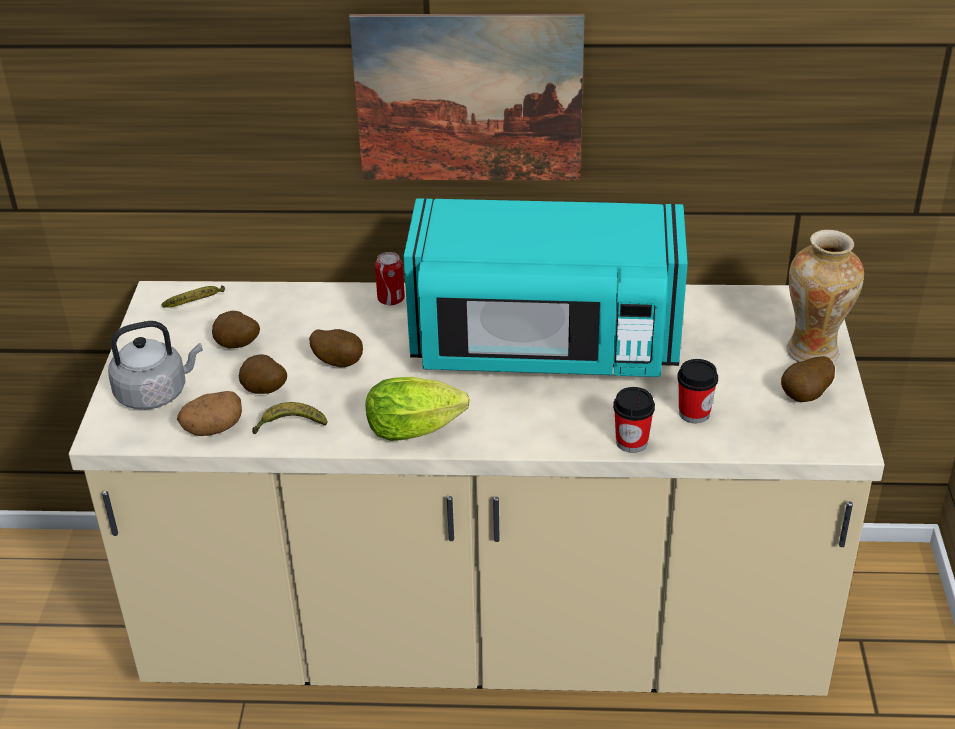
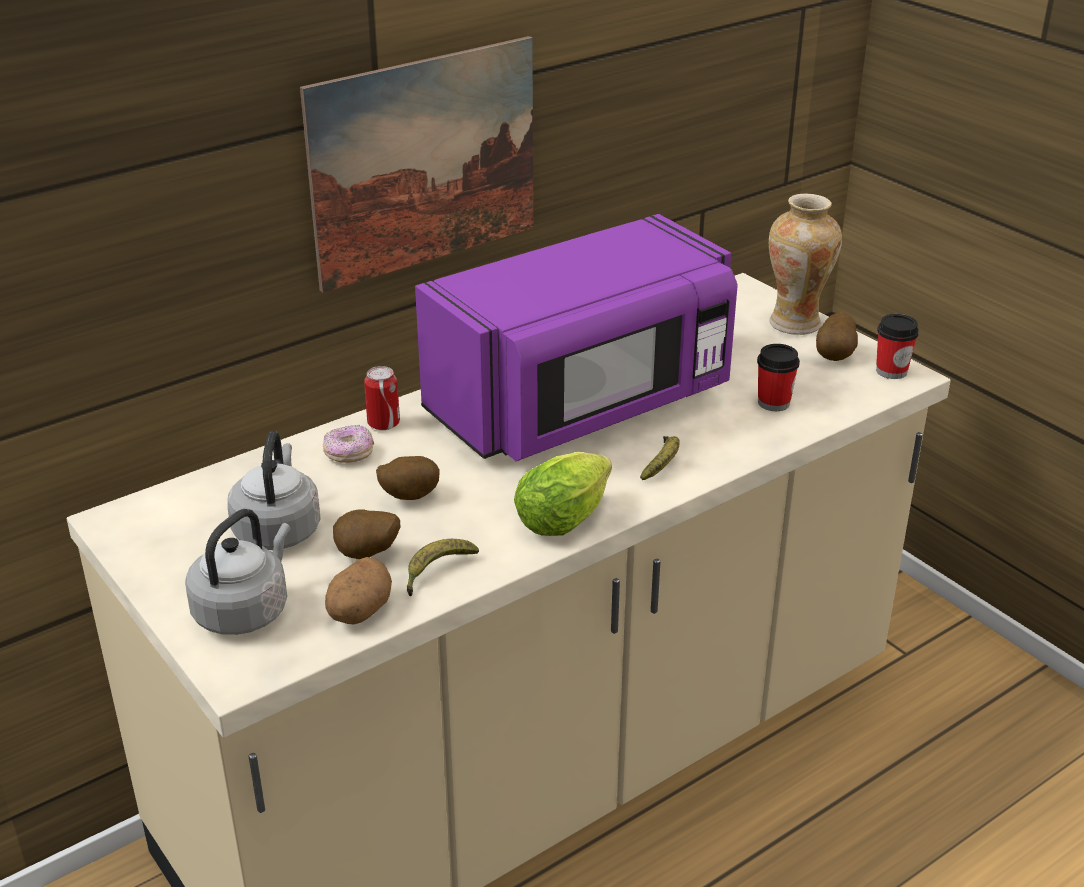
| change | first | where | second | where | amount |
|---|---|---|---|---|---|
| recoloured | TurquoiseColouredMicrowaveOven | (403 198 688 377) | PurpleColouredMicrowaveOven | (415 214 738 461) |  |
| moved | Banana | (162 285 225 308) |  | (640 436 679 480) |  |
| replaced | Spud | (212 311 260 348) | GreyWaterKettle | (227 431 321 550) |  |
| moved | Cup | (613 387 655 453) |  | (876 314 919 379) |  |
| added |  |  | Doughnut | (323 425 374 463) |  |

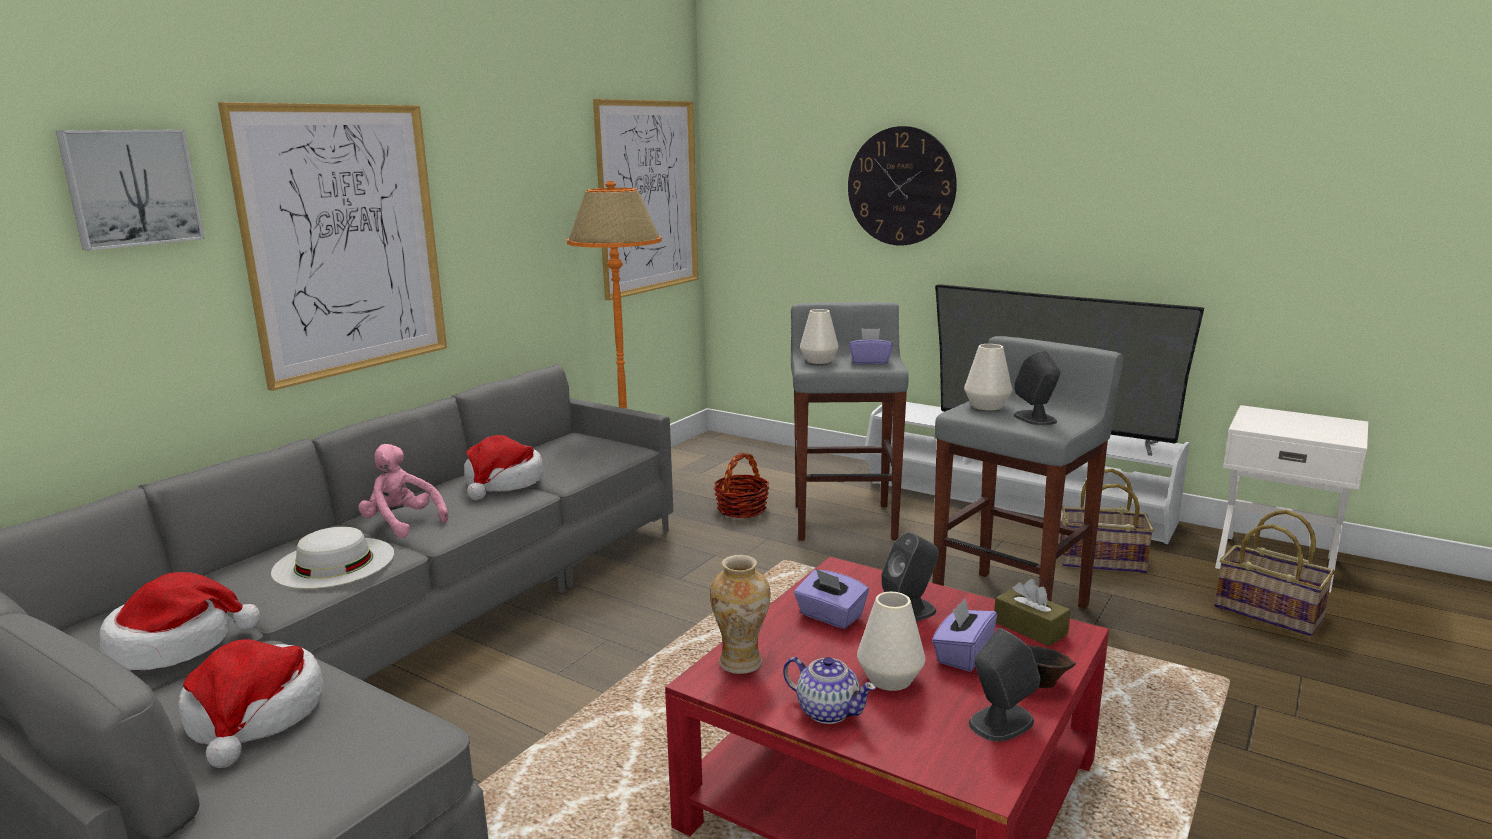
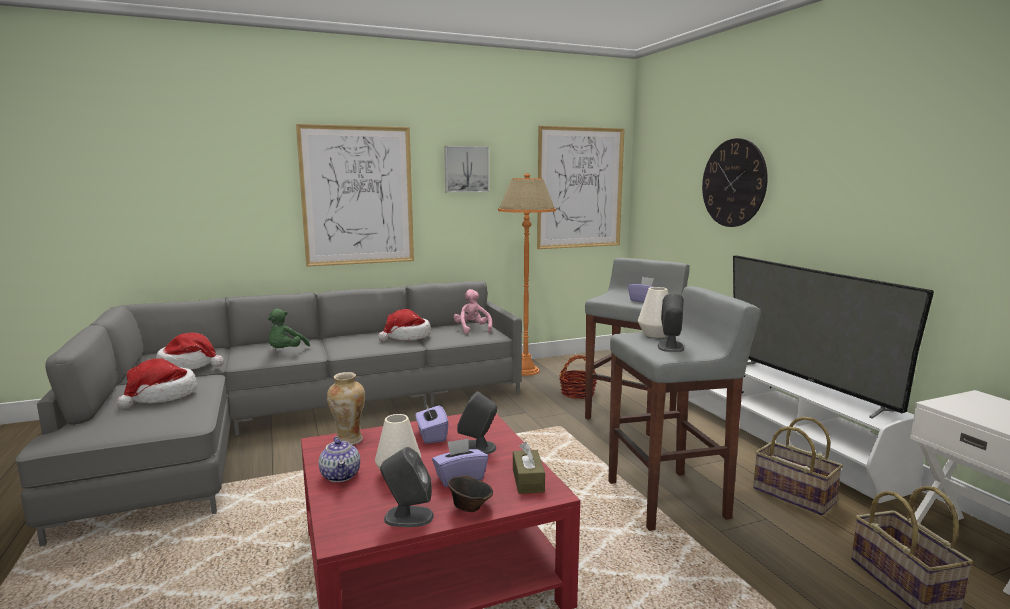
| change | first | where | second | where | amount |
|---|---|---|---|---|---|
| moved | Picture | (56 129 205 251) |  | (444 146 489 192) |  |
| removed | WhitishFlowerVase | (800 309 839 364) |  |  |  |
| moved | PinkishCuddlyToy | (358 444 449 538) |  | (453 289 492 334) |  |
| replaced | WhitishHat | (271 527 394 589) | GreenishCuddlyToy | (268 309 310 348) |  |

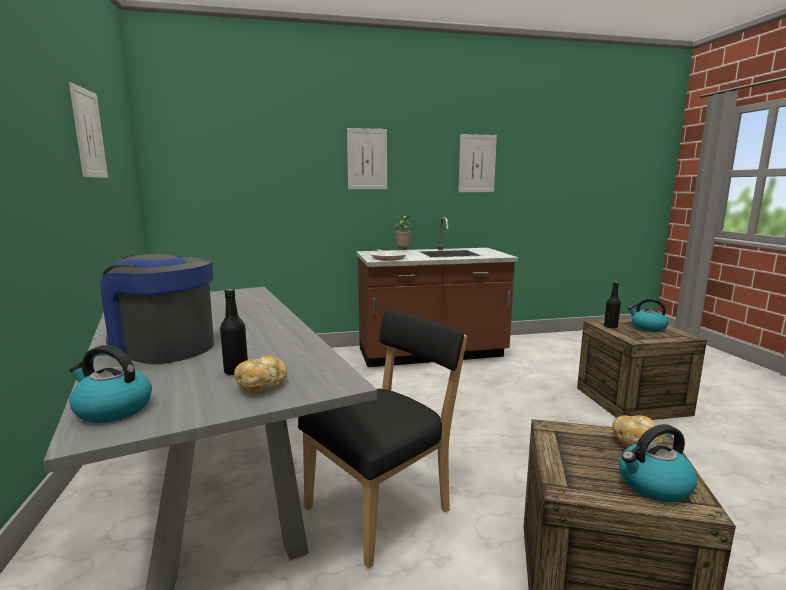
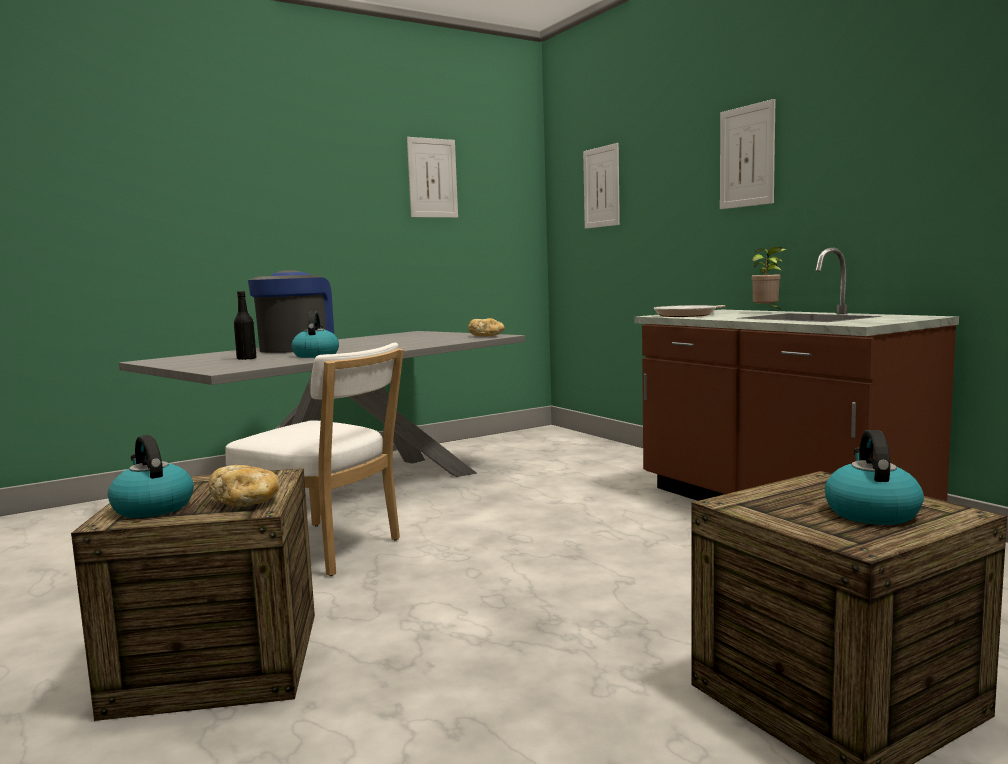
| change | first | where | second | where | amount |
|---|---|---|---|---|---|
| moved | Picture | (458 134 497 192) |  | (583 143 620 229) |  |
| removed | BlackColouredBottle | (604 282 621 328) |  |  |  |
| recoloured | BlackColouredUprightChair | (298 310 467 568) | WhitishUprightChair | (226 343 404 576) |  |
| moved | WaterKettle | (69 345 152 423) |  | (292 311 339 358) |  |
| moved | BakeryBread | (234 355 287 392) |  | (468 318 505 336) |  |

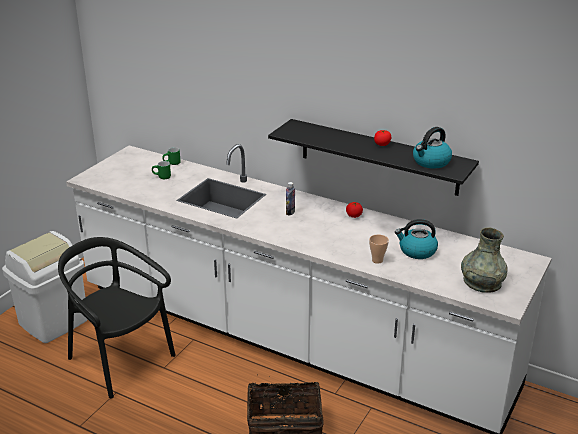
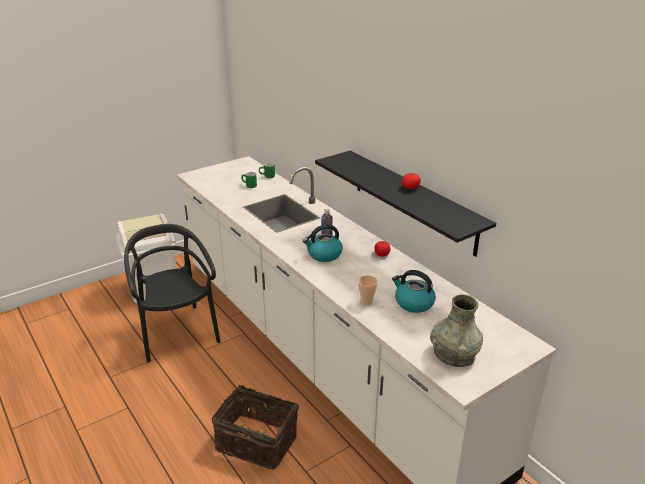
| change | first | where | second | where | amount |
|---|---|---|---|---|---|
| moved | WaterKettle | (413 127 452 169) |  | (302 224 343 262) |  |

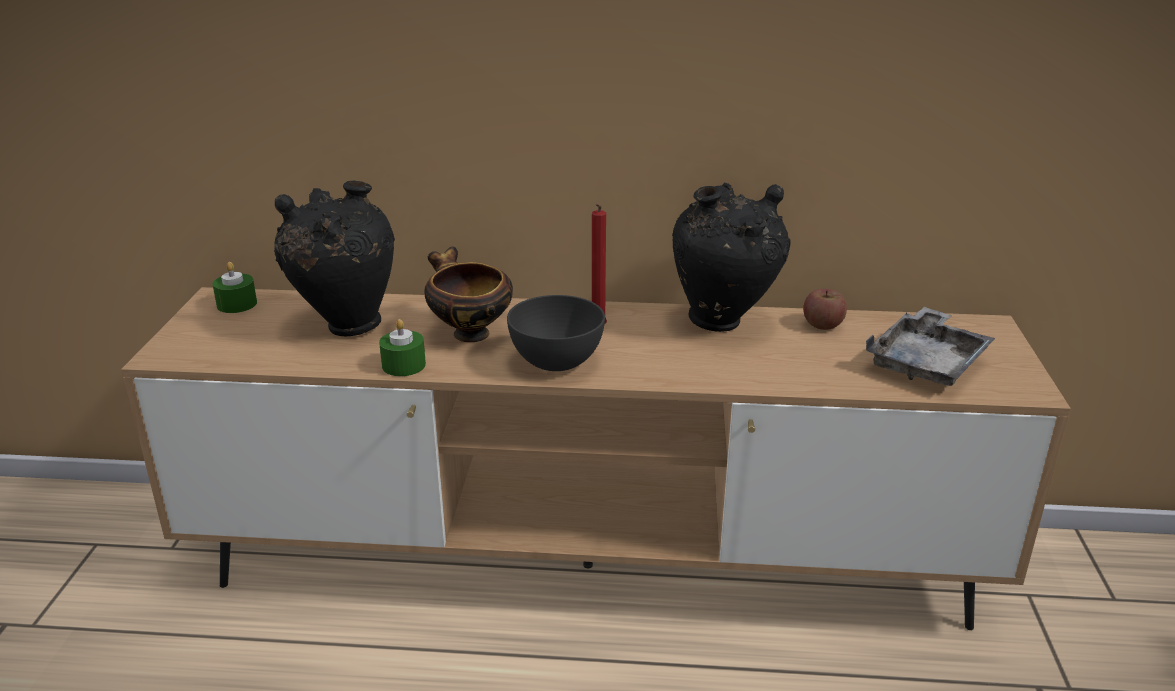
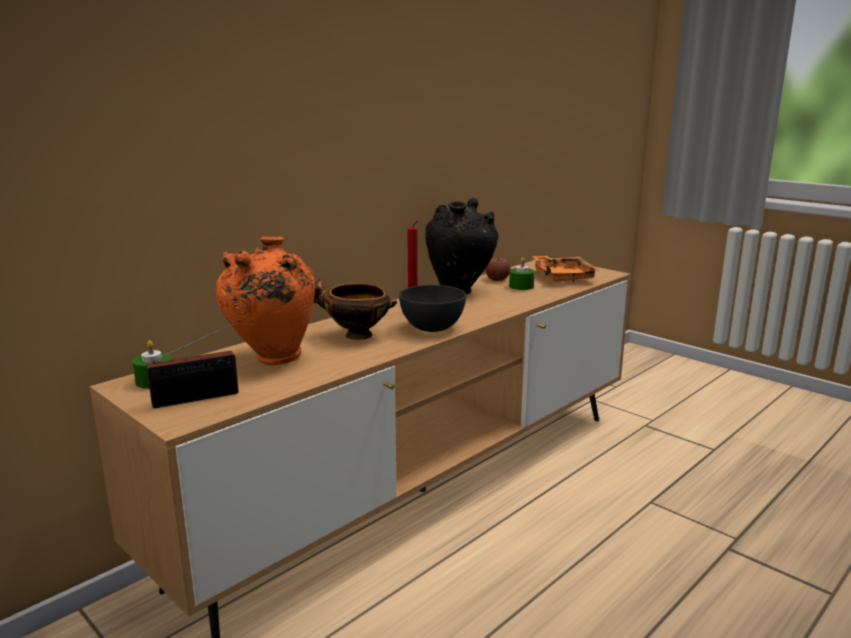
| change | first | where | second | where | amount |
|---|---|---|---|---|---|
| recoloured | BlackColouredFlowerVase | (274 181 395 336) | OrangeFlowerVase | (215 237 315 365) |  |
| recoloured | GreyTray | (866 307 995 386) | OrangeTray | (532 256 600 283) |  |
| moved | GreenishWaxCandle | (379 319 426 376) |  | (509 258 535 290) |  |
| added |  |  | RadioReceiver | (146 320 241 408) |  |

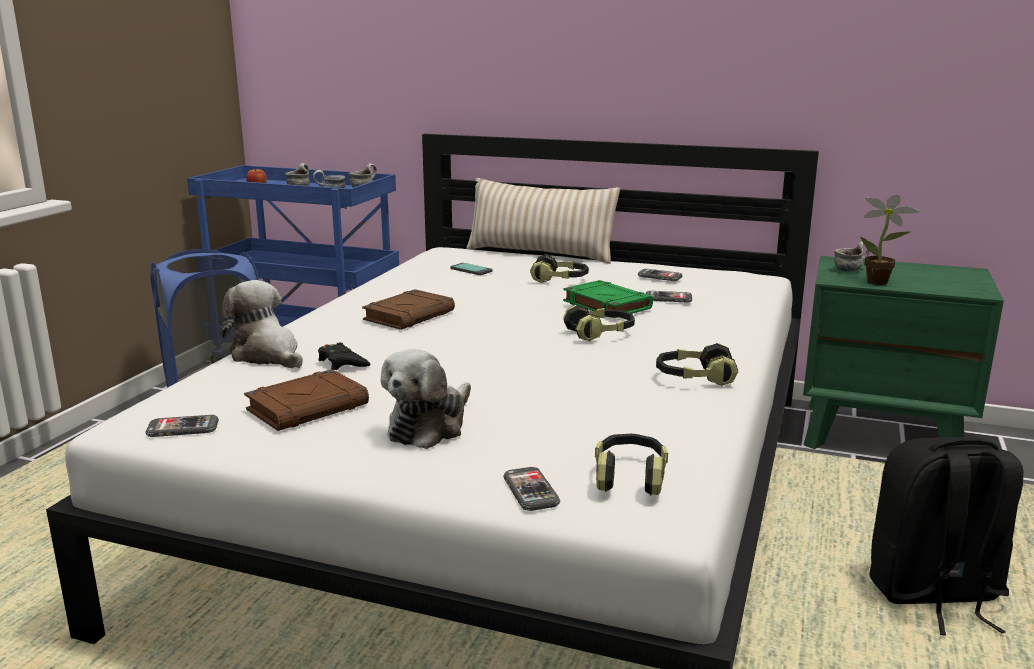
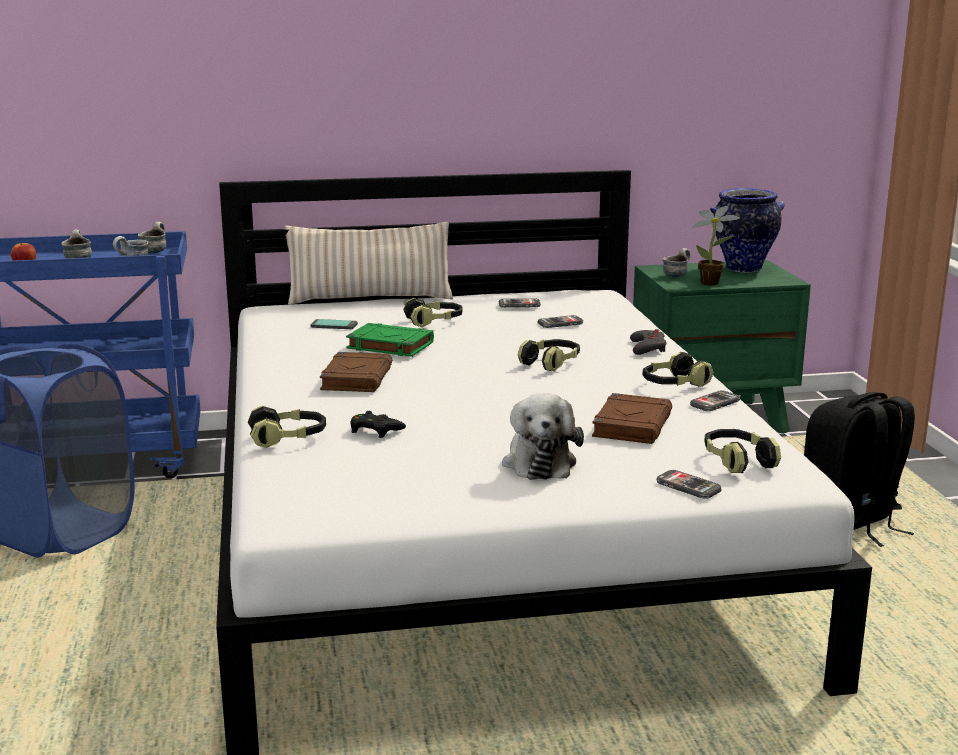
| change | first | where | second | where | amount |
|---|---|---|---|---|---|
| replaced | CuddlyToy | (222 280 303 368) | Headphones | (248 406 326 448) |  |
| moved | GreenishVolume | (563 280 653 318) |  | (346 323 434 357) |  |
| moved | BrownishVolume | (244 369 369 431) |  | (592 393 672 444) |  |
| moved | Handset | (146 415 219 437) |  | (690 391 740 411) |  |
| added |  |  | FlowerVase | (710 188 785 273) |  |
| added |  |  | GreyGamepad | (630 329 667 355) |  |

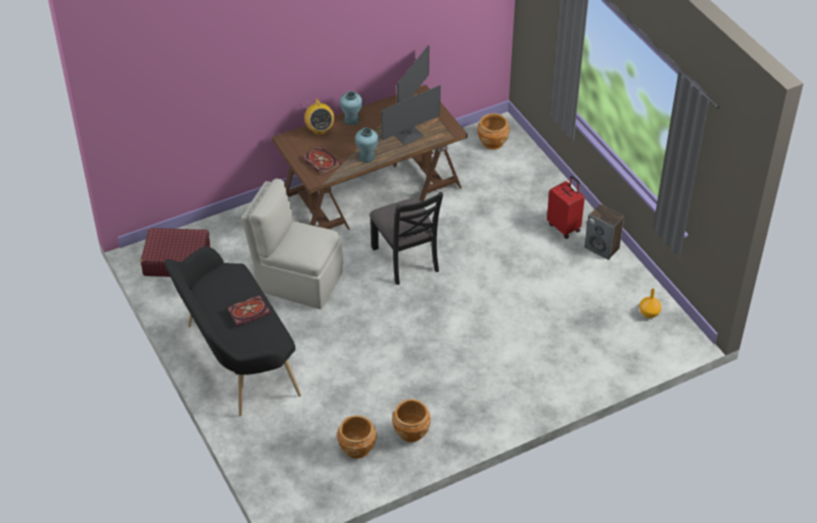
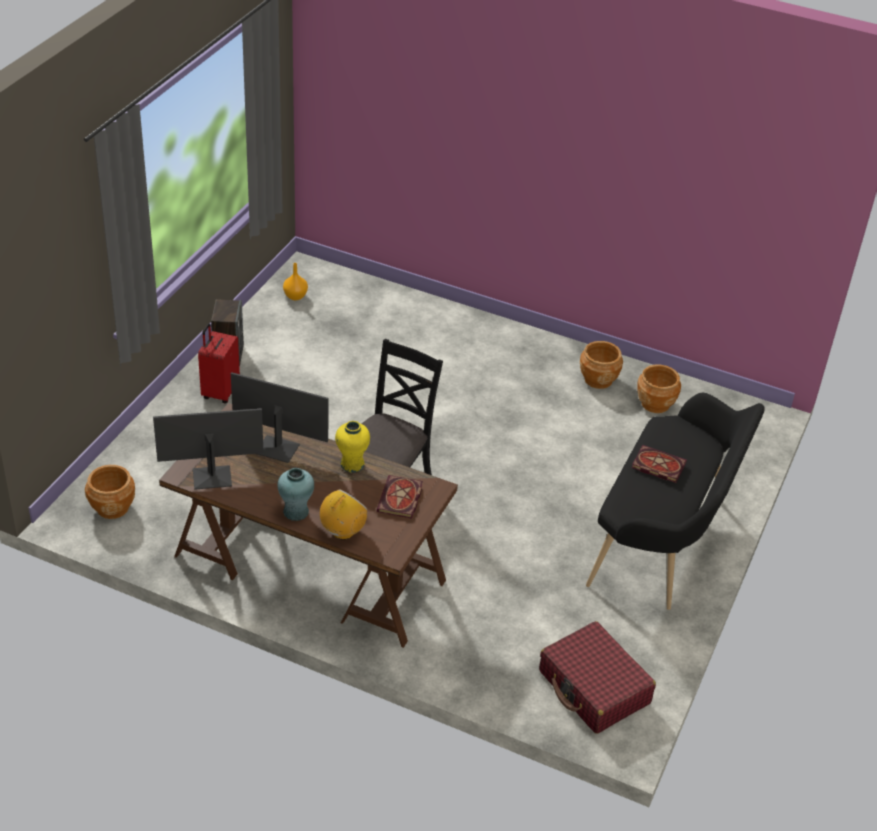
| change | first | where | second | where | amount |
|---|---|---|---|---|---|
| recoloured | TurquoiseColouredFlowerVase | (355 128 379 163) | YellowColouredFlowerVase | (335 421 370 473) |  |
| removed | BeigeUprightChair | (241 178 343 309) |  |  |  |

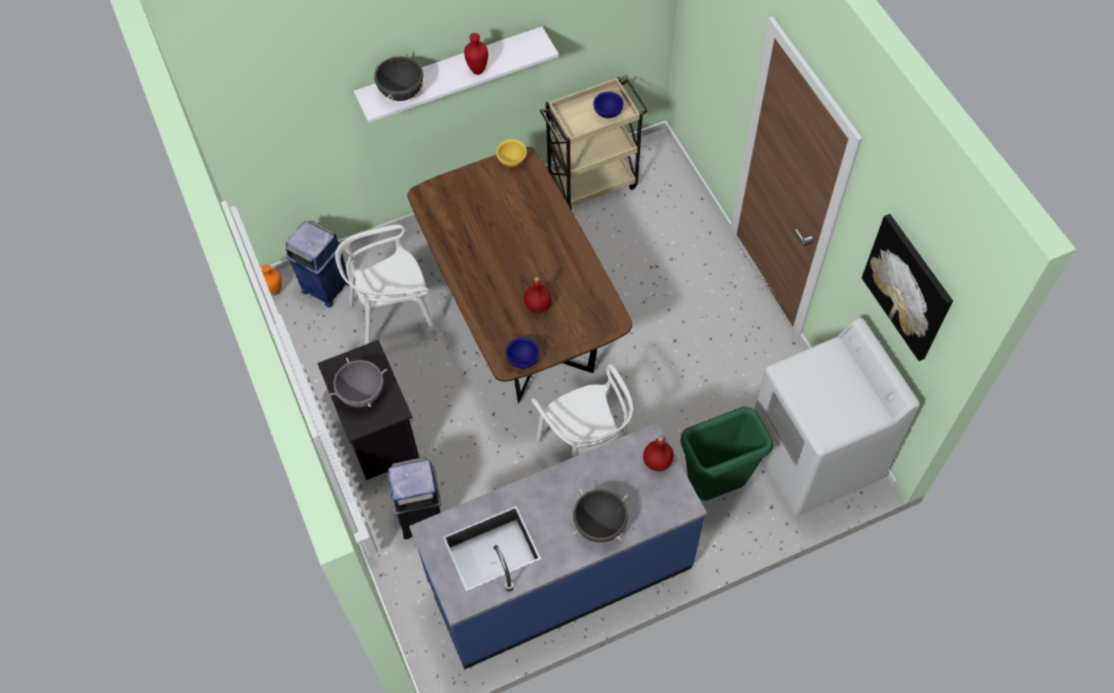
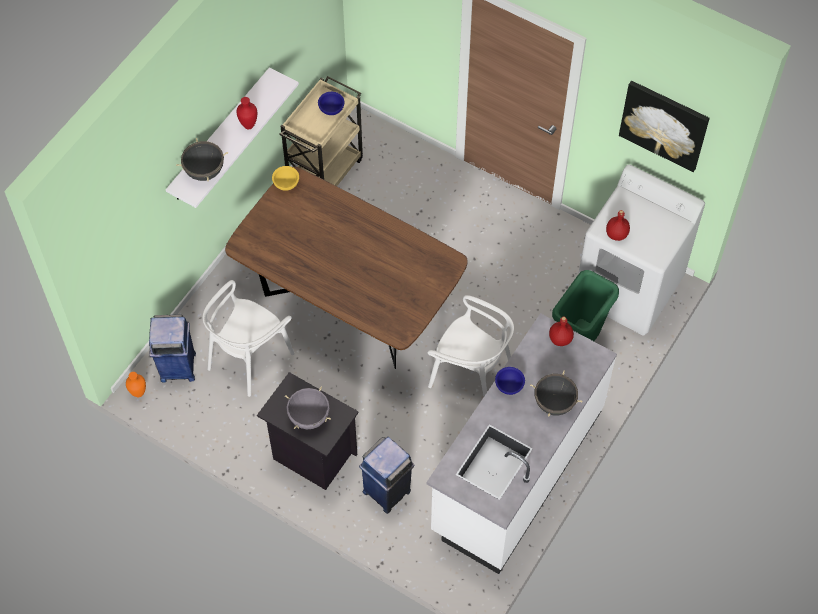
| change | first | where | second | where | amount |
|---|---|---|---|---|---|
| moved | RedBottle | (524 277 552 313) |  | (606 210 630 241) |  |
| moved | BlueColouredDeepDish | (505 337 540 369) |  | (495 367 525 395) |  |
| recoloured | BlueColouredCounter | (409 423 707 670) | WhitishCounter | (427 313 617 574) |  |

